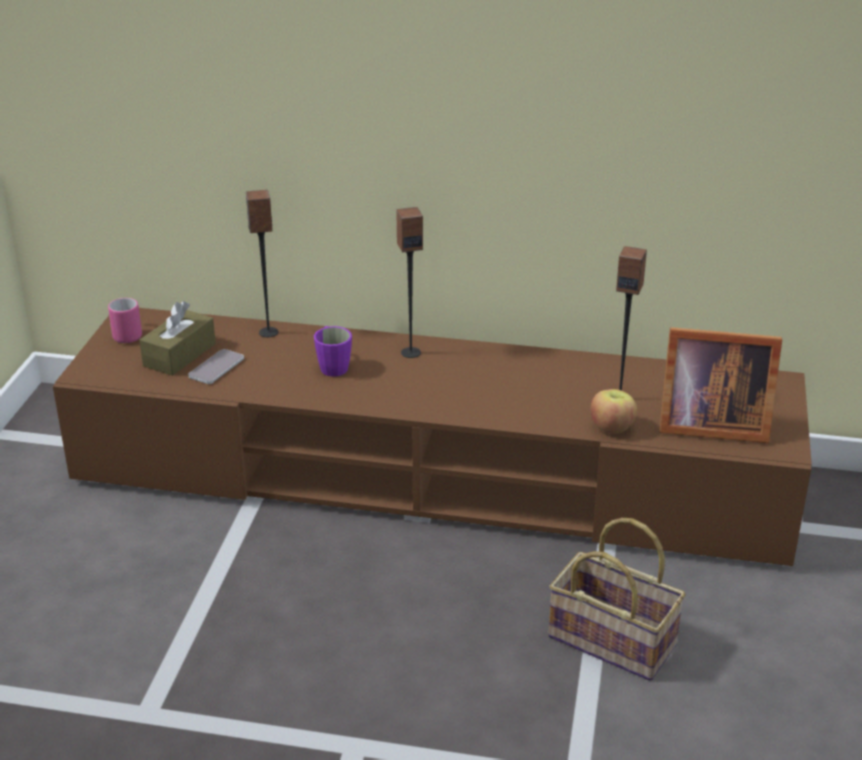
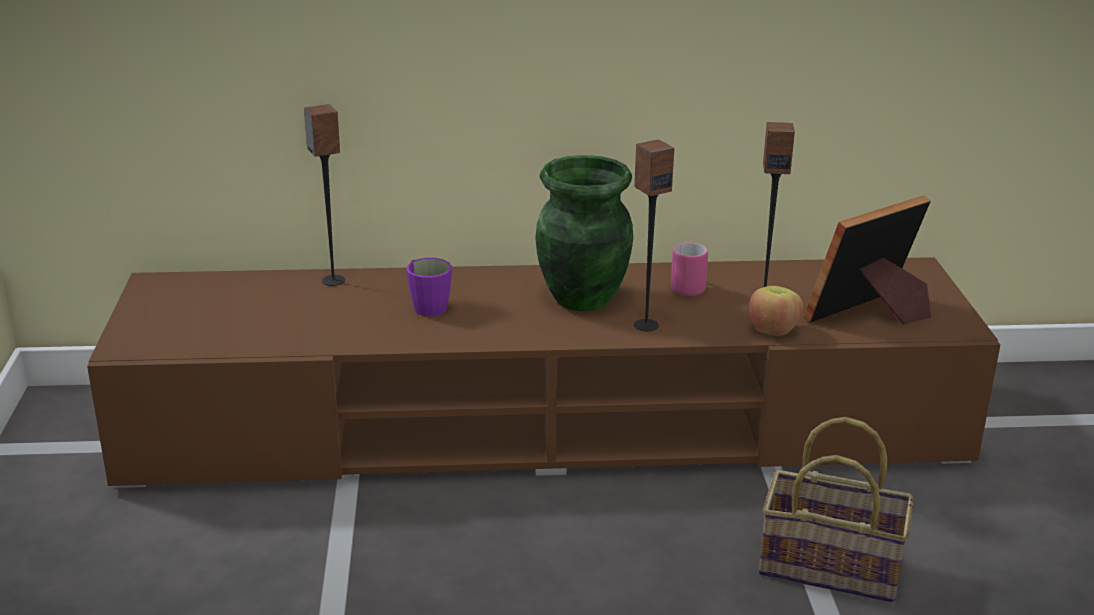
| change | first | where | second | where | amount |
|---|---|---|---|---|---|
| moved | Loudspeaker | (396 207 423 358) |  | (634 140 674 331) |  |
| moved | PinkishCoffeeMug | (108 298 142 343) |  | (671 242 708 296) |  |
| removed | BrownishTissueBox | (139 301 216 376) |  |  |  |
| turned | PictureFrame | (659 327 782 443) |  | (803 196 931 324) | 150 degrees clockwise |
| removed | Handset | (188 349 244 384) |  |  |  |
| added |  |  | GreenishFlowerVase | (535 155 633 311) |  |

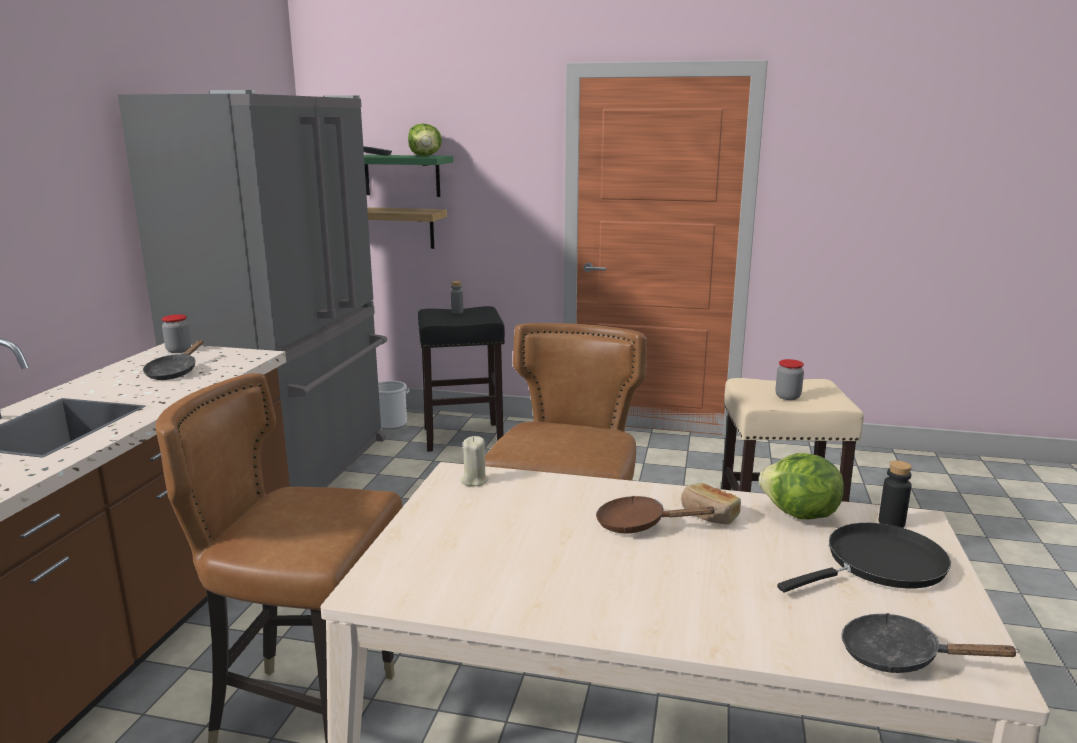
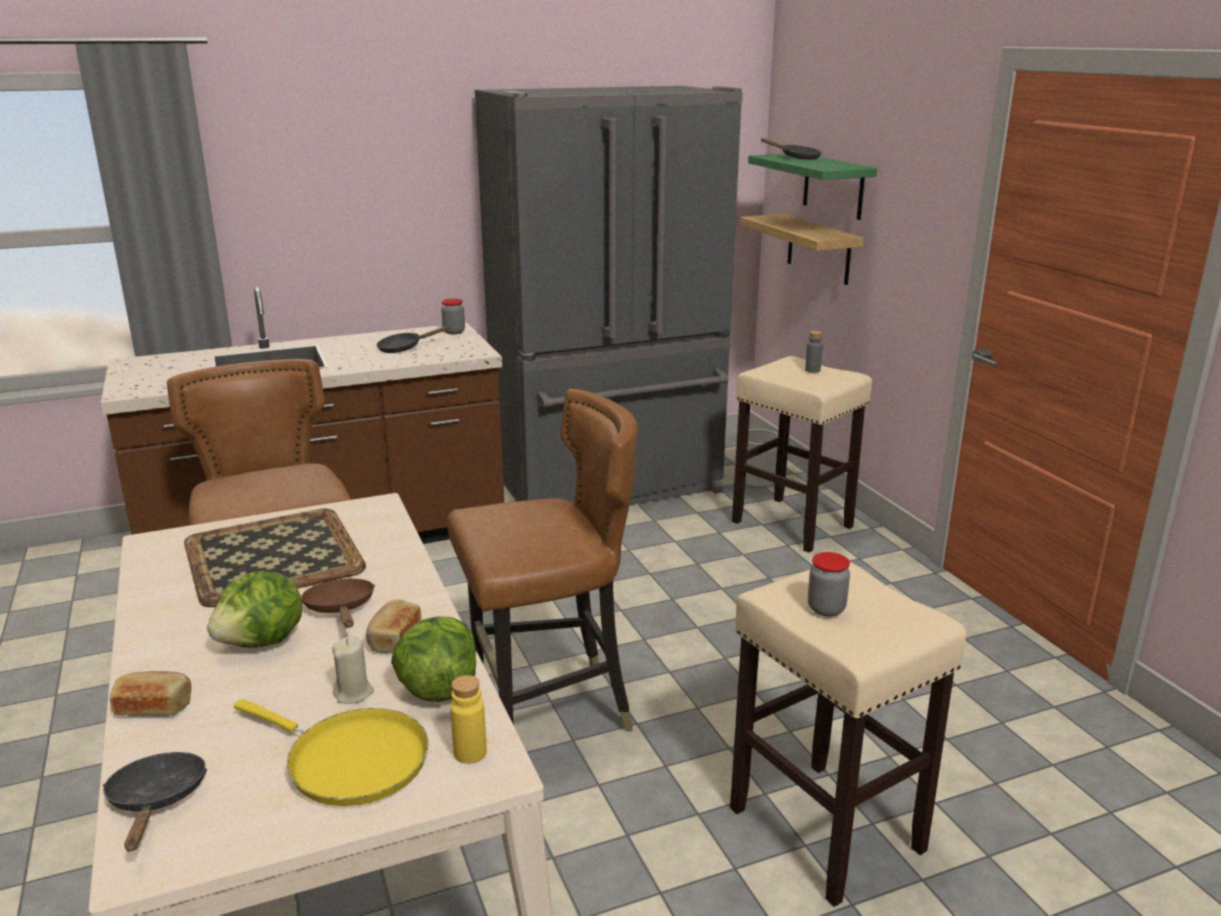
| change | first | where | second | where | amount |
|---|---|---|---|---|---|
| moved | LettuceHead | (408 123 442 156) |  | (207 571 302 648) |  |
| recoloured | BlackColouredStool | (418 306 505 452) | BeigeStool | (732 356 872 553) |  |
| moved | BeigeWaxCandle | (461 436 488 486) |  | (332 636 374 704) |  |
| recoloured | BlackColouredBottle | (879 461 912 528) | YellowColouredBottle | (450 675 487 764) |  |
| recoloured | BlackColouredFryingPan | (777 523 951 593) | YellowColouredFryingPan | (234 699 429 806) |  |
| added |  |  | Tray | (184 508 366 607) |  |
| added |  |  | BakeryBread | (110 671 191 715) |  |

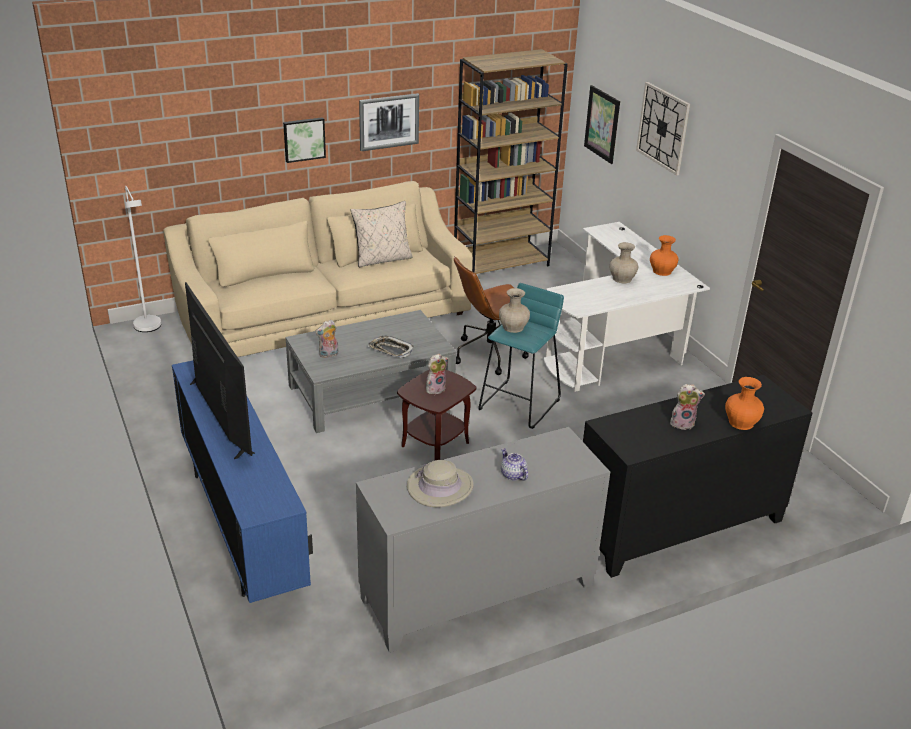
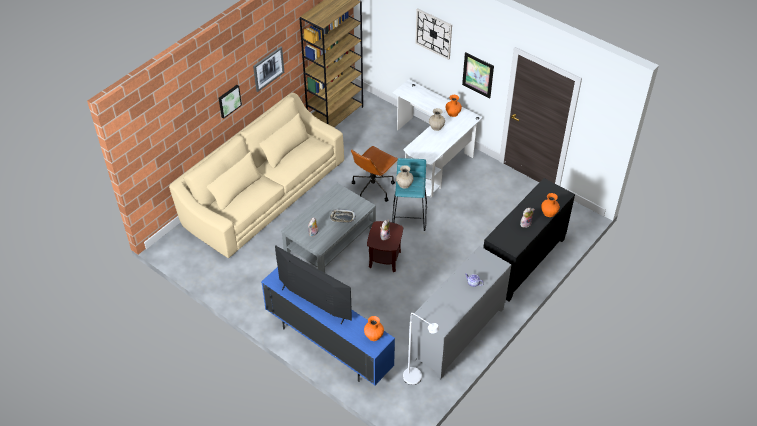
| change | first | where | second | where | amount |
|---|---|---|---|---|---|
| moved | Picture | (584 85 620 164) |  | (462 52 494 98) |  |
| moved | WhitishStandingLamp | (125 186 161 332) |  | (403 313 439 385) |  |
| removed | BeigeCushion | (351 201 413 267) |  |  |  |
| removed | BeigeHat | (407 460 474 508) |  |  |  |
| added |  |  | OrangeFlowerVase | (364 316 384 341) |  |

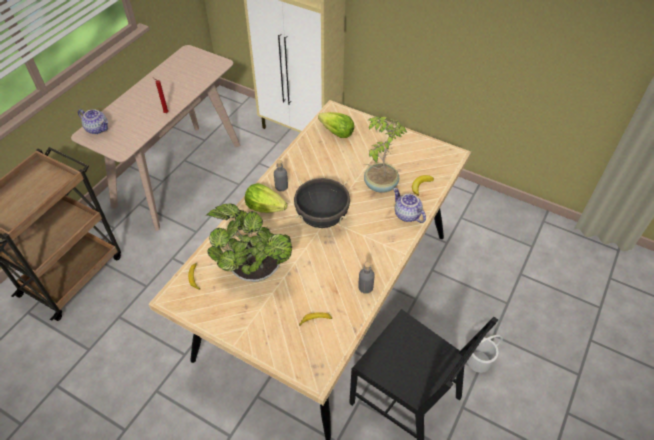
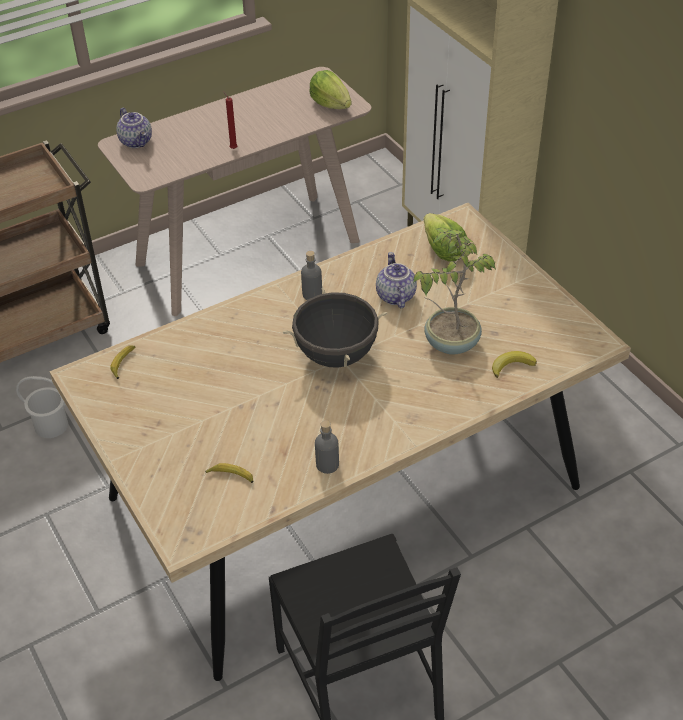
| change | first | where | second | where | amount |
|---|---|---|---|---|---|
| moved | LettuceHead | (245 183 287 213) |  | (309 70 352 109) |  |
| moved | Teapot | (393 188 426 223) |  | (376 252 417 308) |  |
| removed | PottedPlant | (205 203 292 282) |  |  |  |
| moved | WhitishBucket | (467 335 503 373) |  | (16 376 68 438) |  |

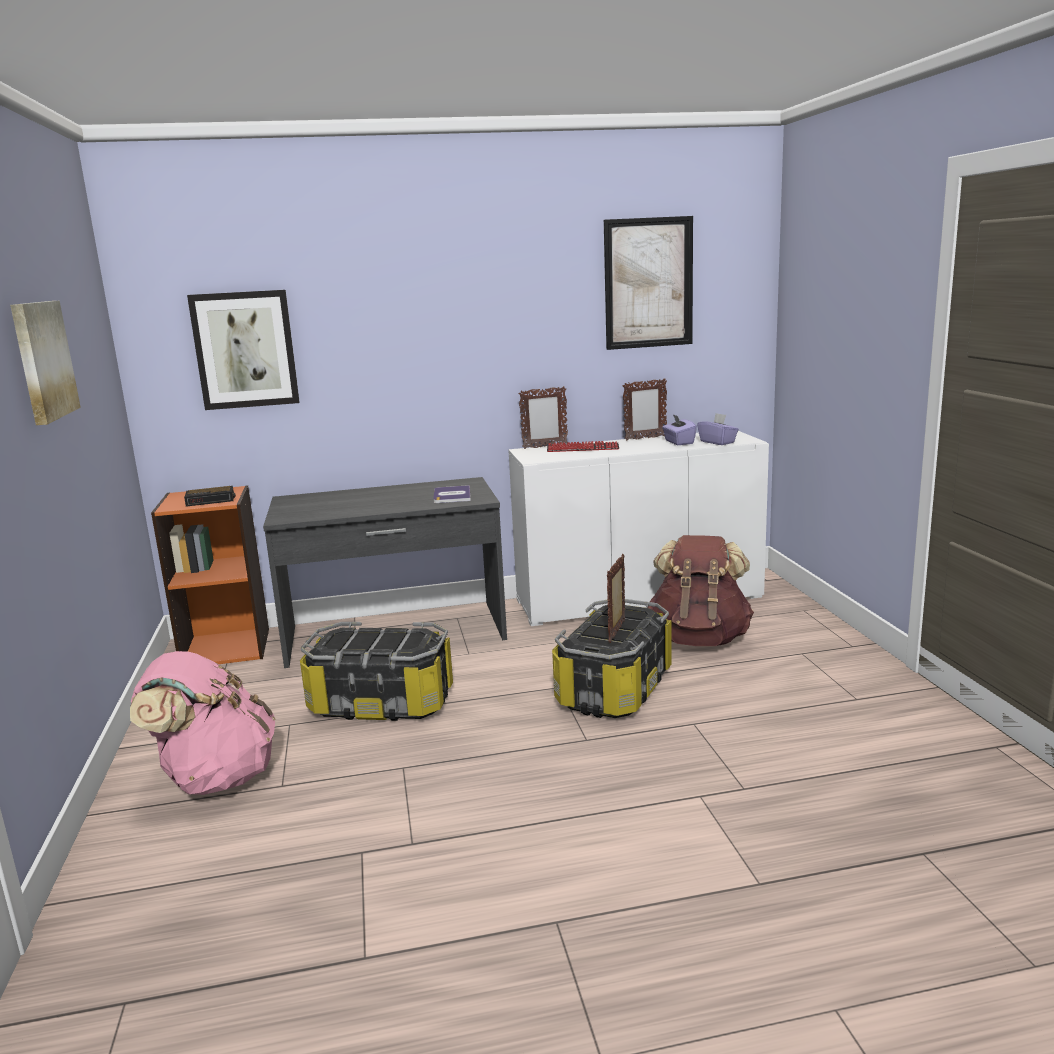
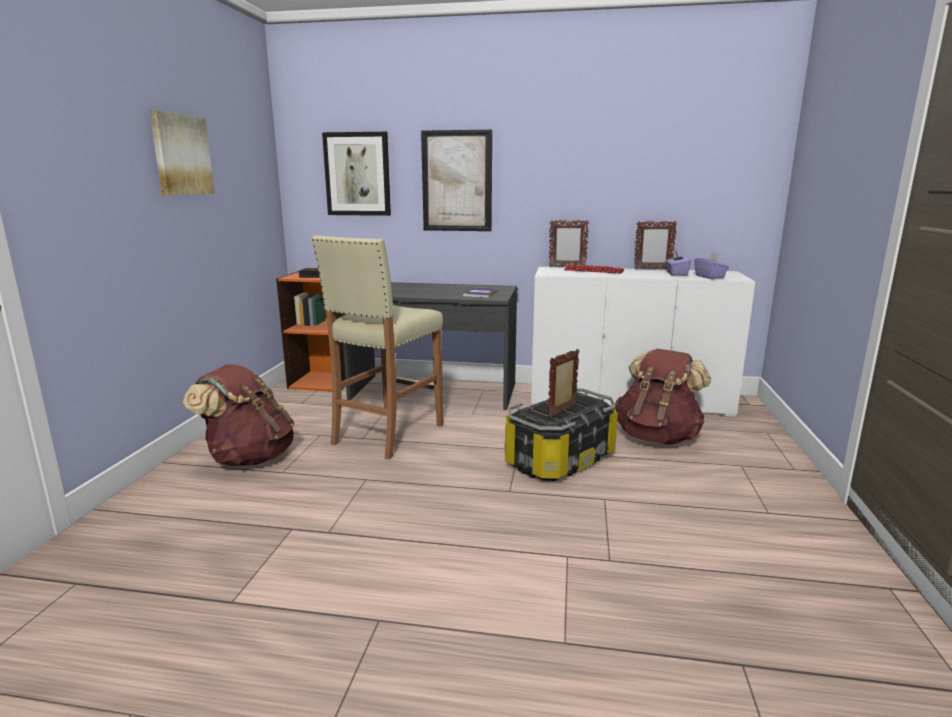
| change | first | where | second | where | amount |
|---|---|---|---|---|---|
| moved | Picture | (604 216 693 350) |  | (421 130 492 231) |  |
| replaced | StorageContainer | (300 622 453 721) | BeigeStool | (312 235 444 460) |  |
| recoloured | PinkishRucksack | (130 651 275 795) | BrownishRucksack | (183 364 294 466) |  |

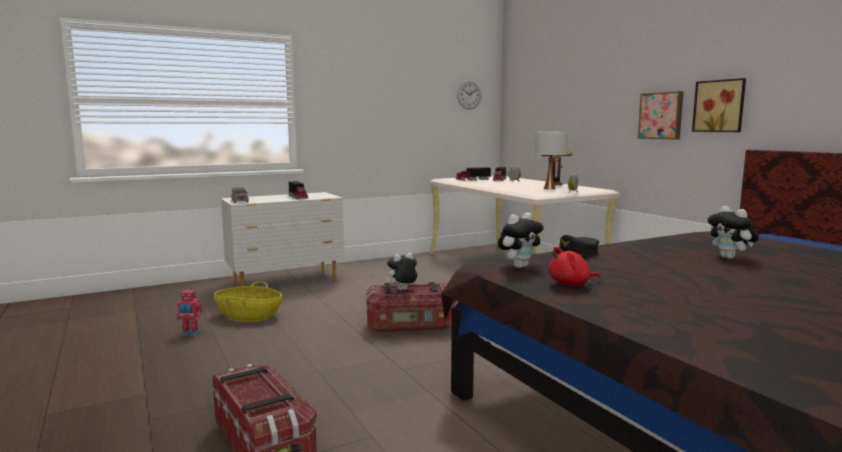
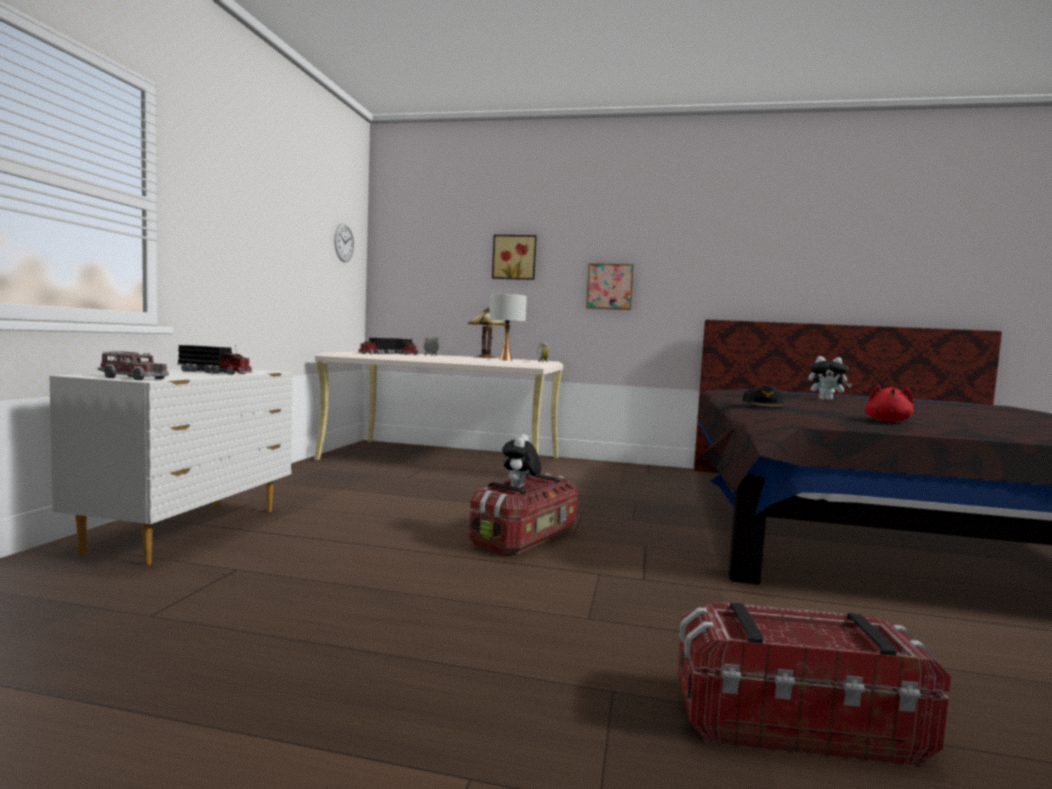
| change | first | where | second | where | amount |
|---|---|---|---|---|---|
| moved | Picture | (692 78 746 132) |  | (492 235 537 280) |  |
| removed | CuddlyToy | (498 212 544 268) |  |  |  |
| removed | HouseholdBasket | (214 281 282 321) |  |  |  |
| removed | ModelRobot | (176 289 202 336) |  |  |  |

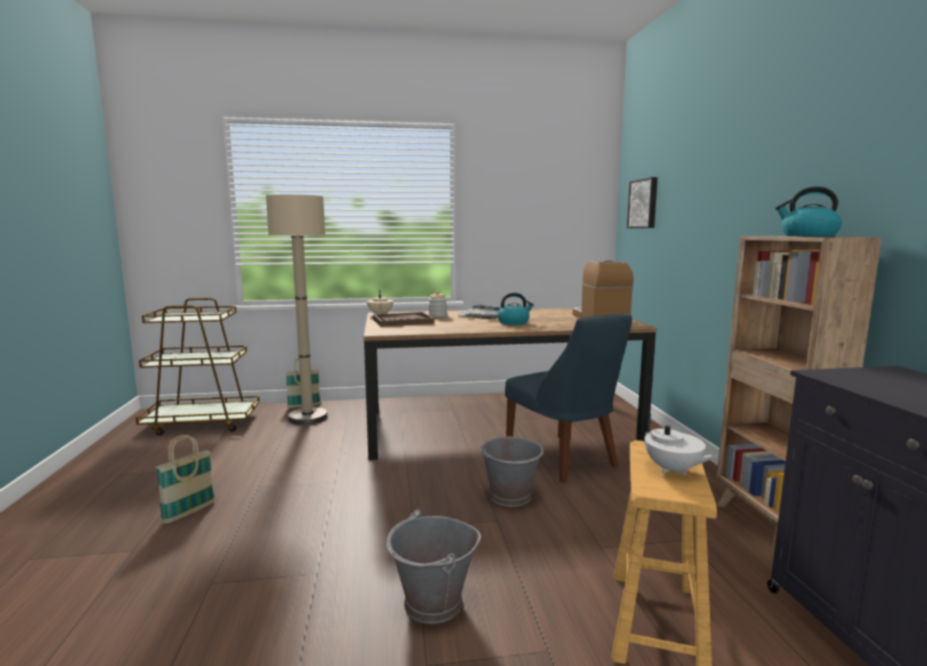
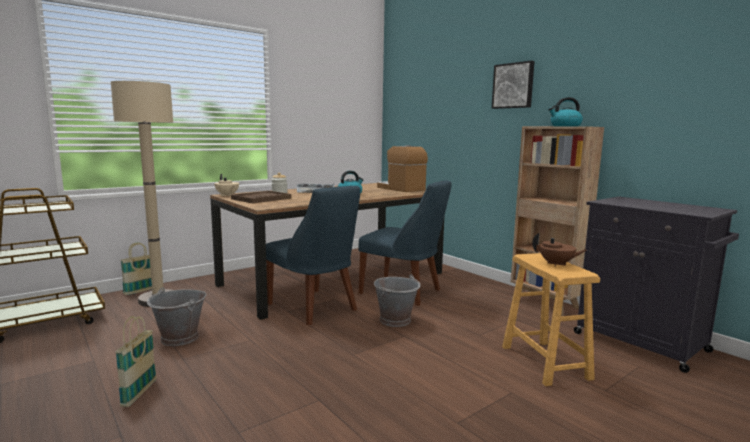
| change | first | where | second | where | amount |
|---|---|---|---|---|---|
| moved | Picture | (627 177 658 228) |  | (492 61 535 109) |  |
| recoloured | WhitishTeapot | (640 413 717 475) | BrownishTeapot | (532 233 587 267) |  |
| moved | GreyBucket | (387 509 481 624) |  | (147 287 207 346) |  |
| added |  |  | BlueColouredUprightChair | (266 186 360 325) |  |

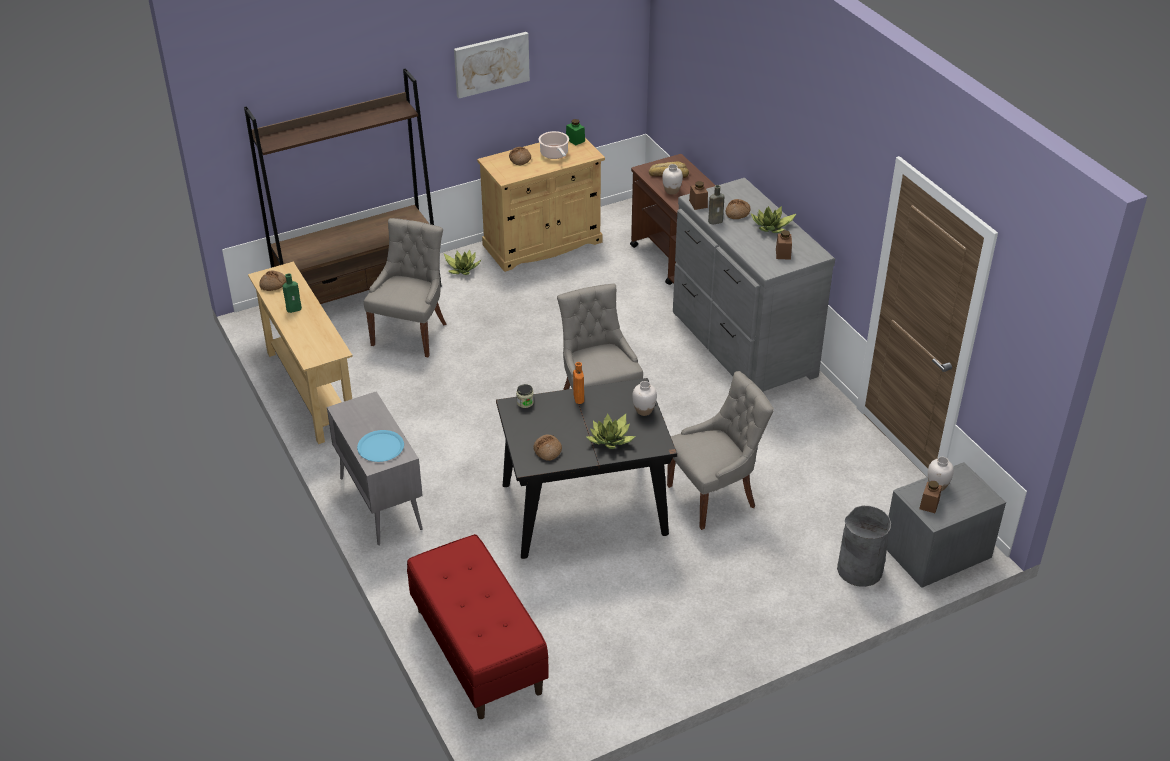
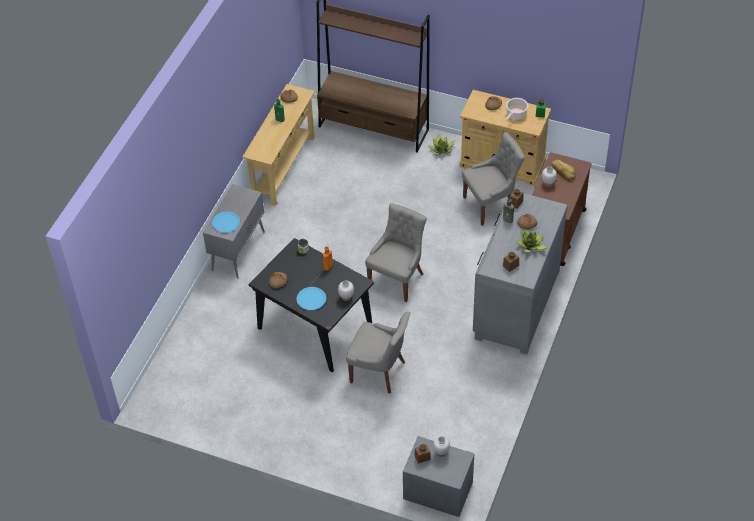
| change | first | where | second | where | amount |
|---|---|---|---|---|---|
| removed | Picture | (454 32 530 98) |  |  |  |
| moved | GreyUprightChair | (364 218 447 357) |  | (462 132 525 226) |  |
| replaced | PottedPlant | (586 413 636 449) | BlueColouredDinnerPlate | (297 287 326 310) |  |
| removed | GreyWasteBin | (837 506 891 587) |  |  |  |
| removed | RedLongSeat | (407 534 549 719) |  |  |  |

